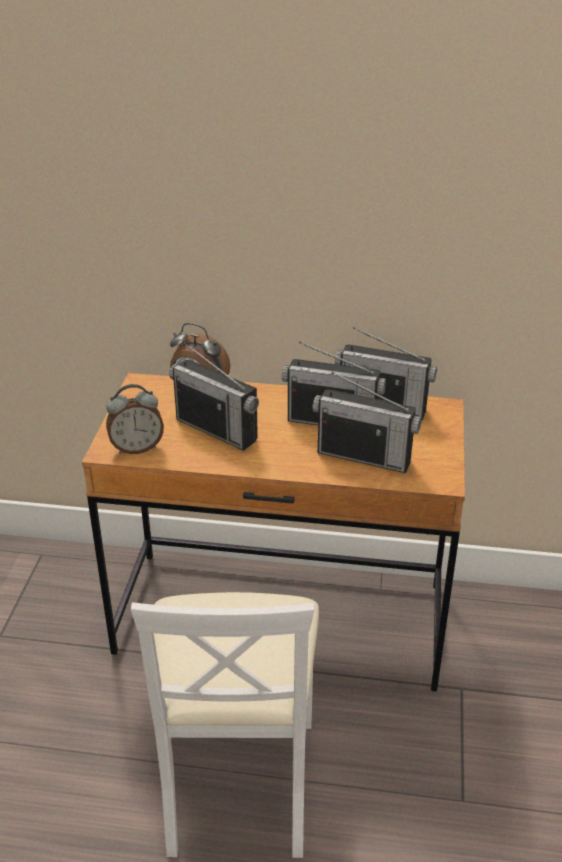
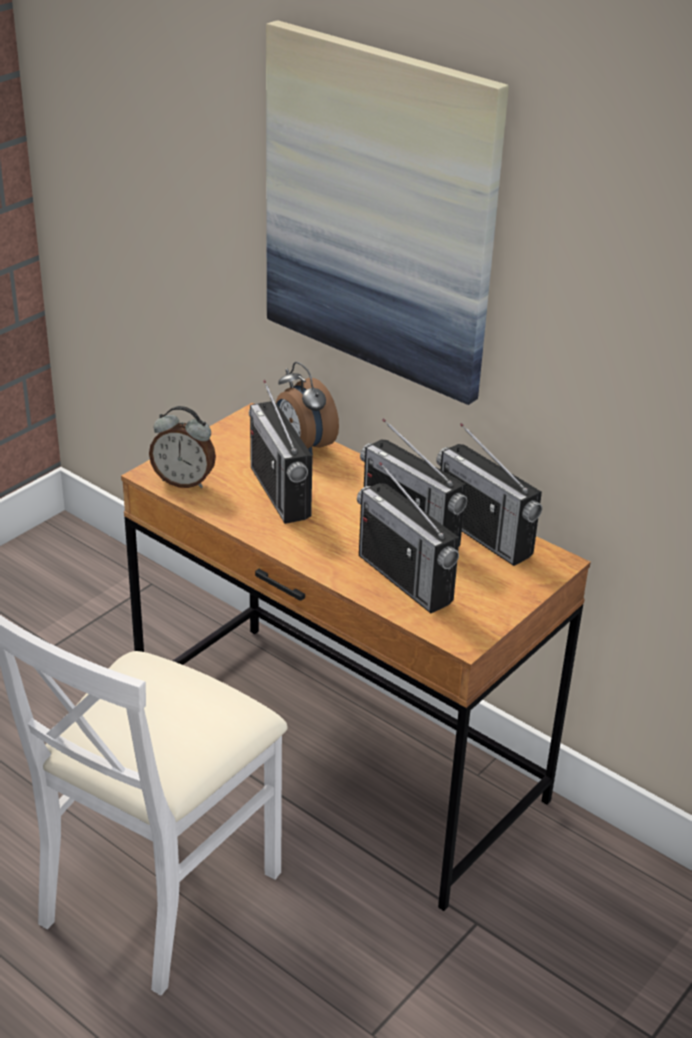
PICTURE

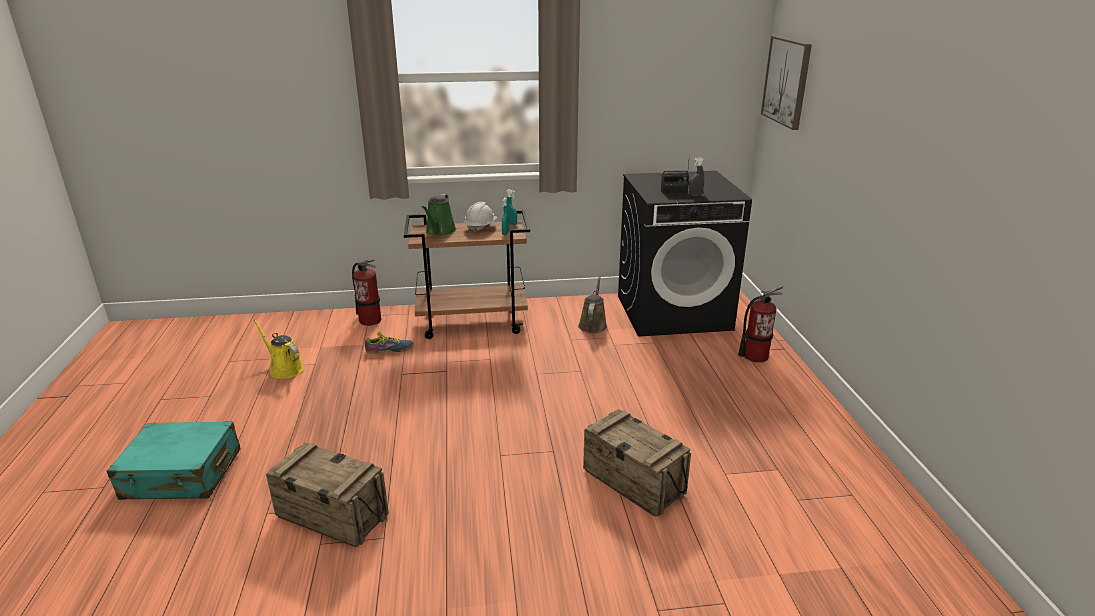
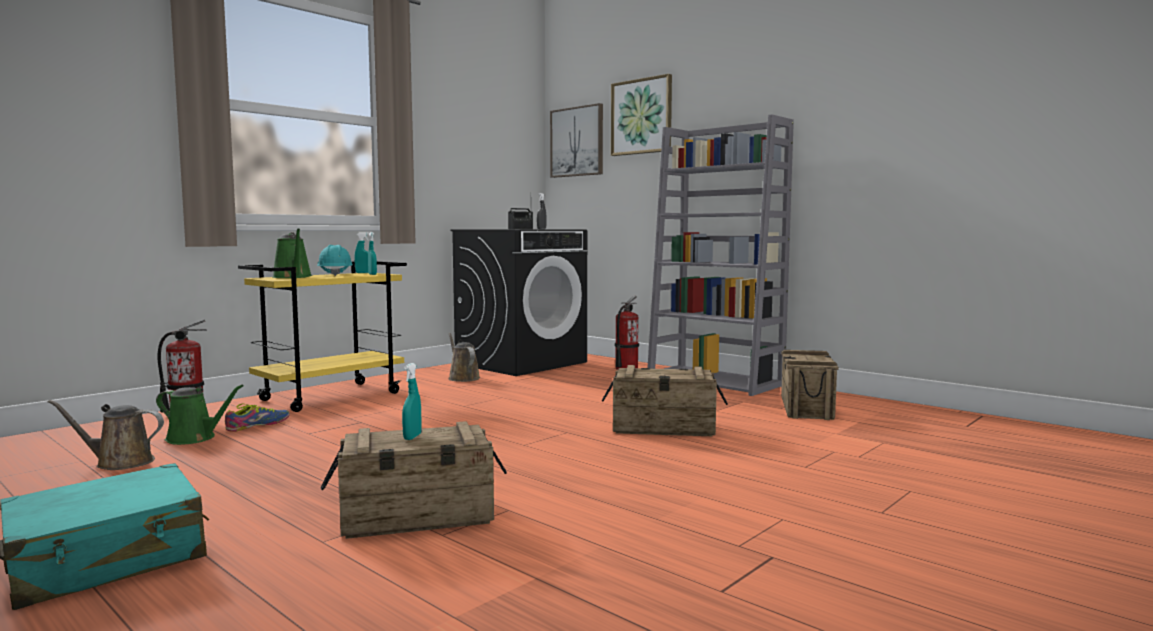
BROWN WATERING CAN (1st from left)
GREEN WATERING CAN (1st from left)
YELLOW CART
TURQUOISE HARD HAT
TURQUOISE SPRAY BOTTLE (3rd from left)
PICTURE (2nd from left)
GREY BOOKCASE
CRATE (3rd from left)

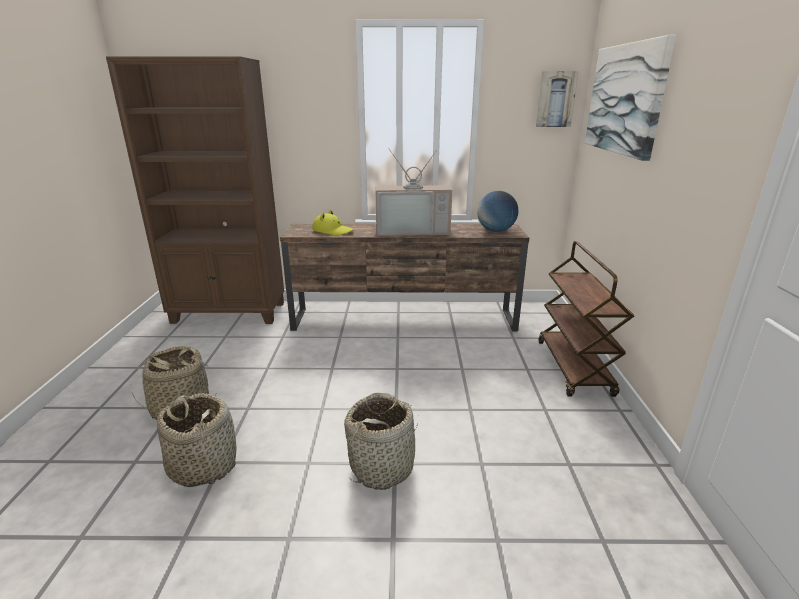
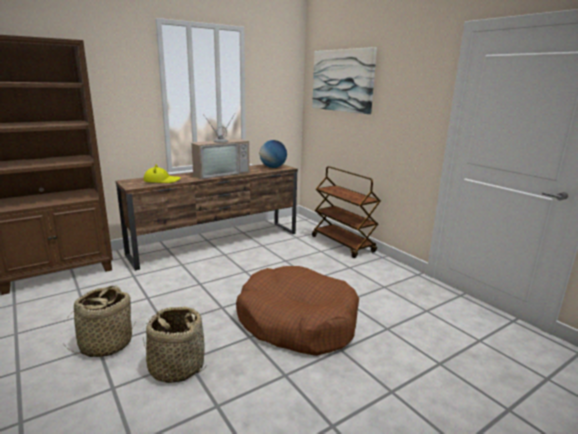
BROWN DOG BED
PICTURE (1st from left in the first image)

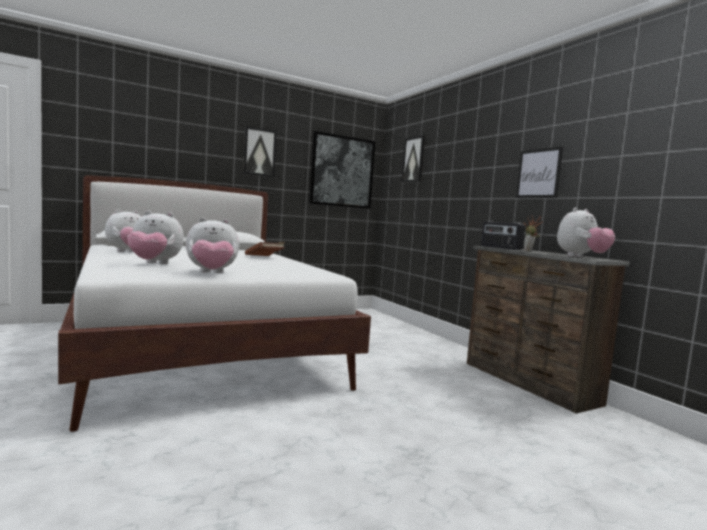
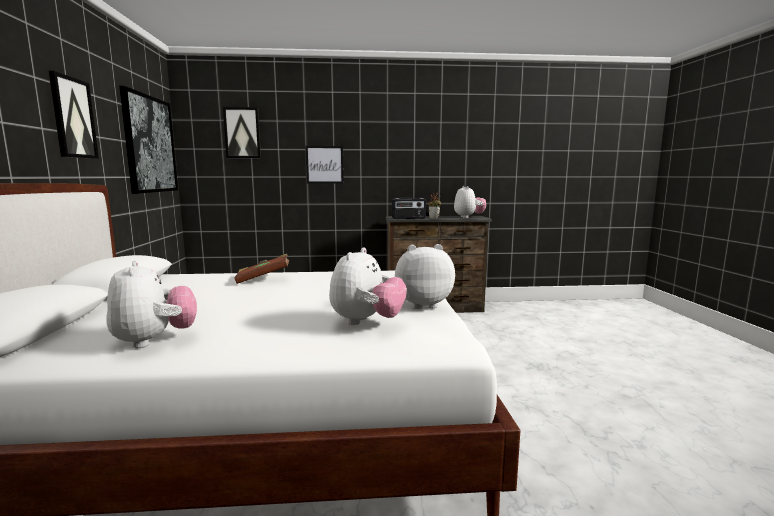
PICTURE (4th from left)
PLUSH TOY (3rd from left)

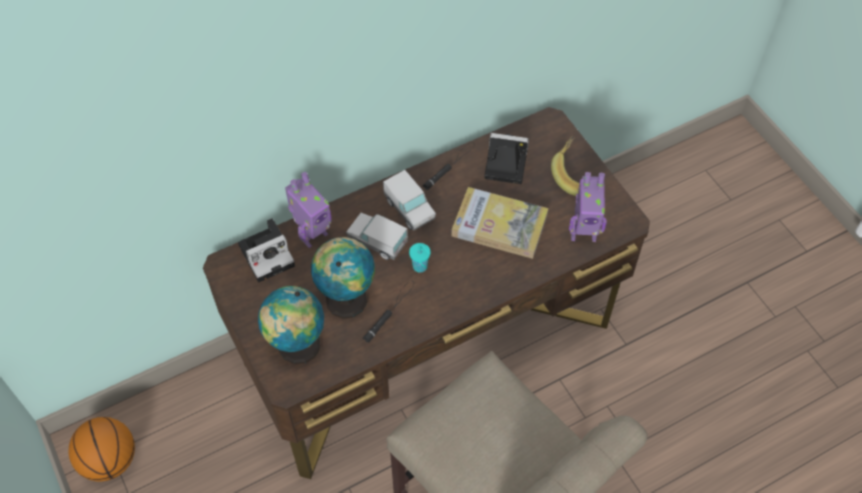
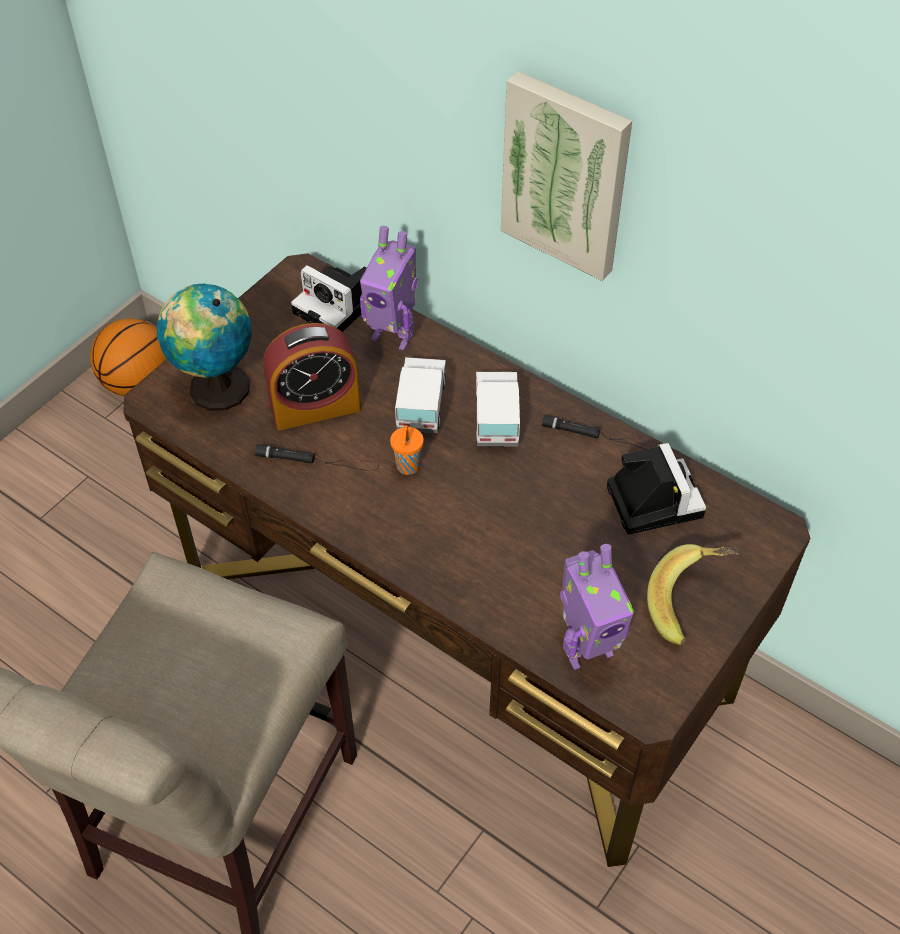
ALARM CLOCK
ORANGE CUP
TOY TRUCK (2nd from left)
PICTURE
TOY ROBOT (2nd from left)
BOOK

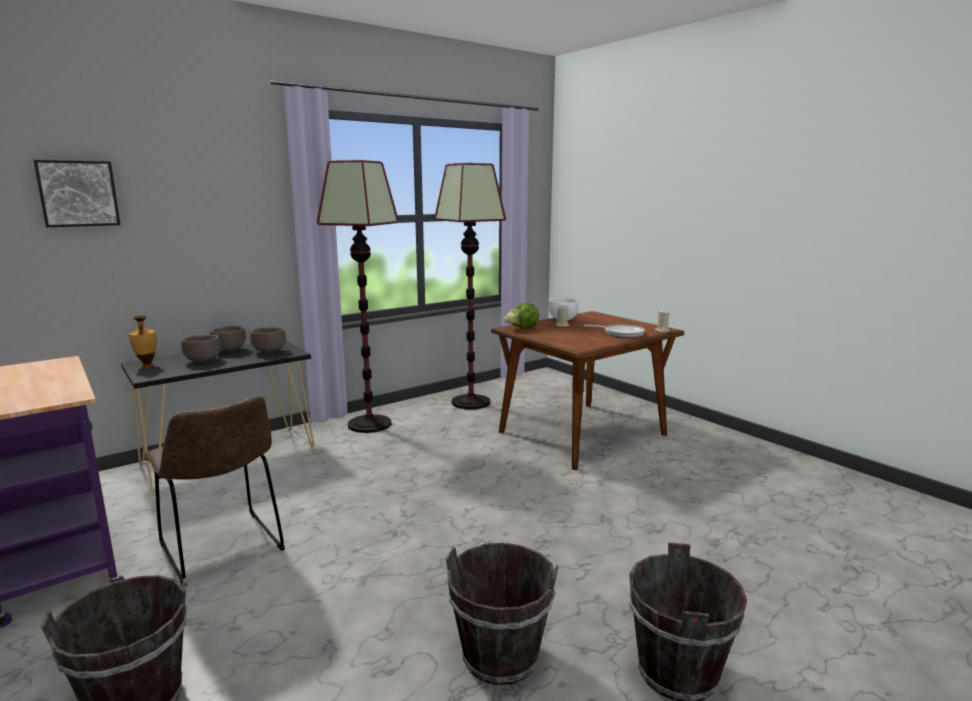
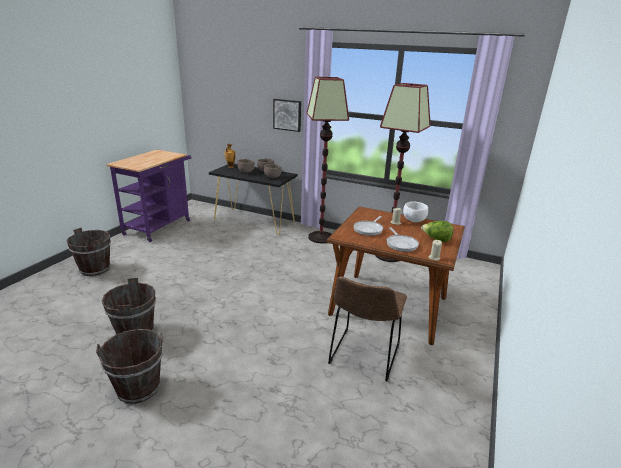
PICTURE
BROWN CHAIR
FRYING PAN (1st from left)
LETTUCE

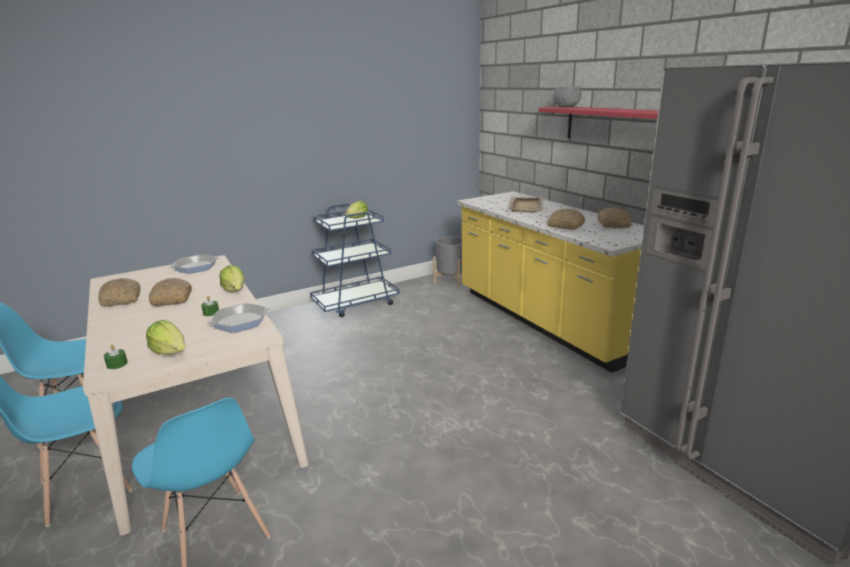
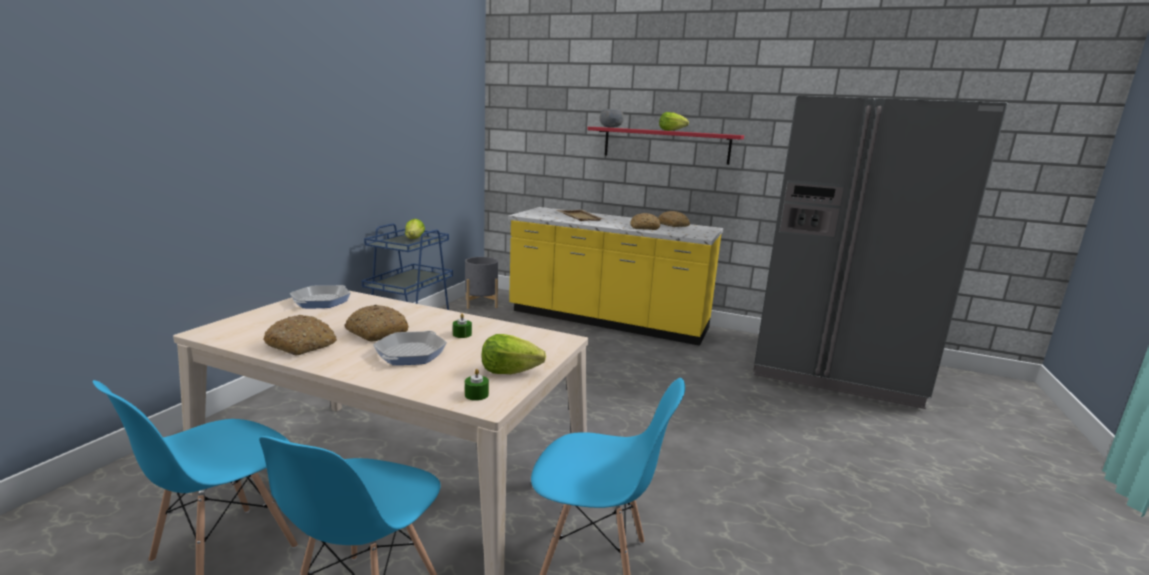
FRYING PAN (2nd from left)
LETTUCE (3rd from left)

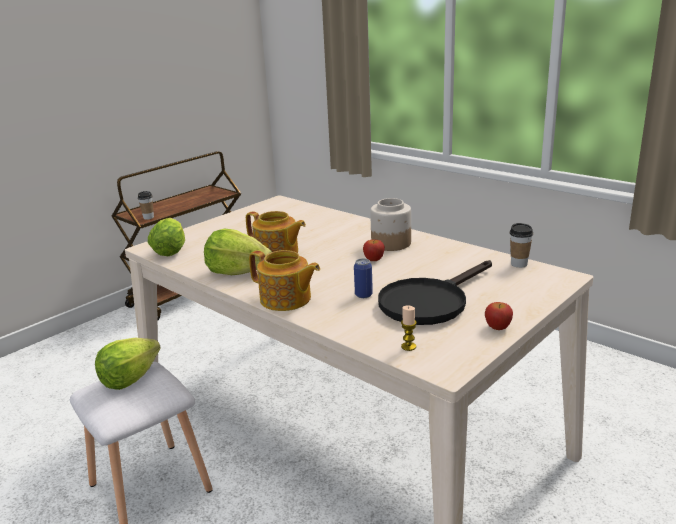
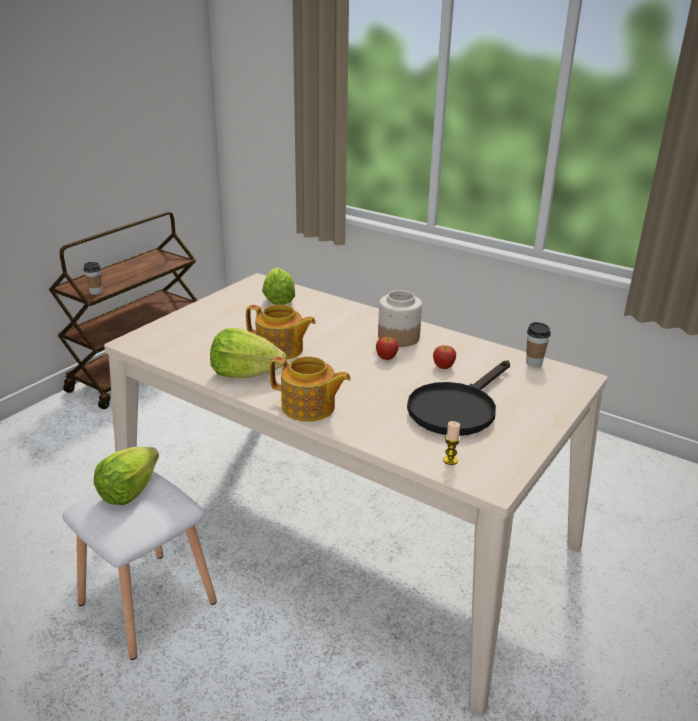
LETTUCE (3rd from left)
APPLE (2nd from left)
CAN

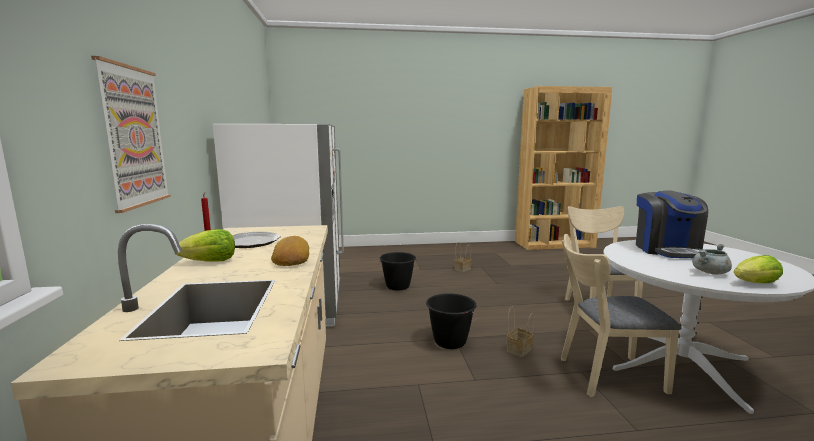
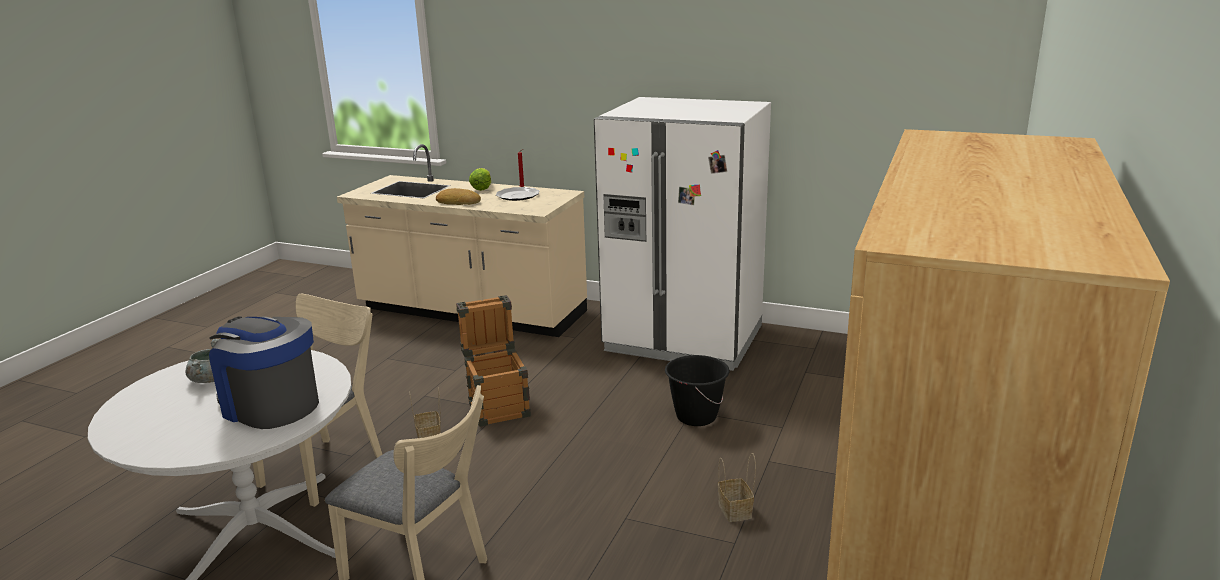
CRATE
PICTURE
LETTUCE (2nd from left in the first image)

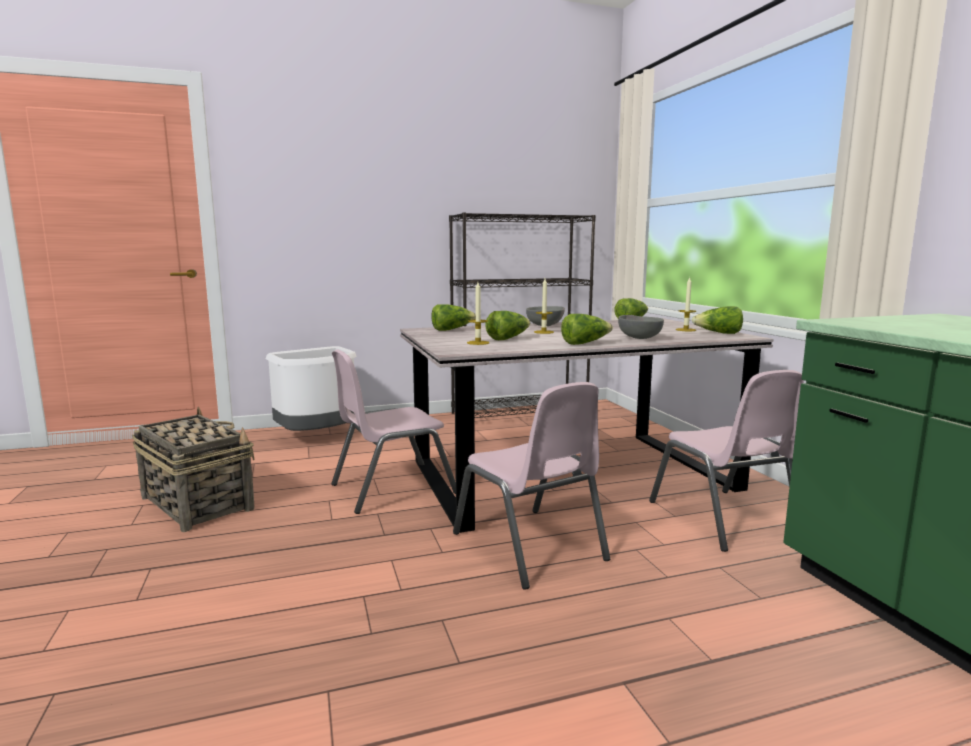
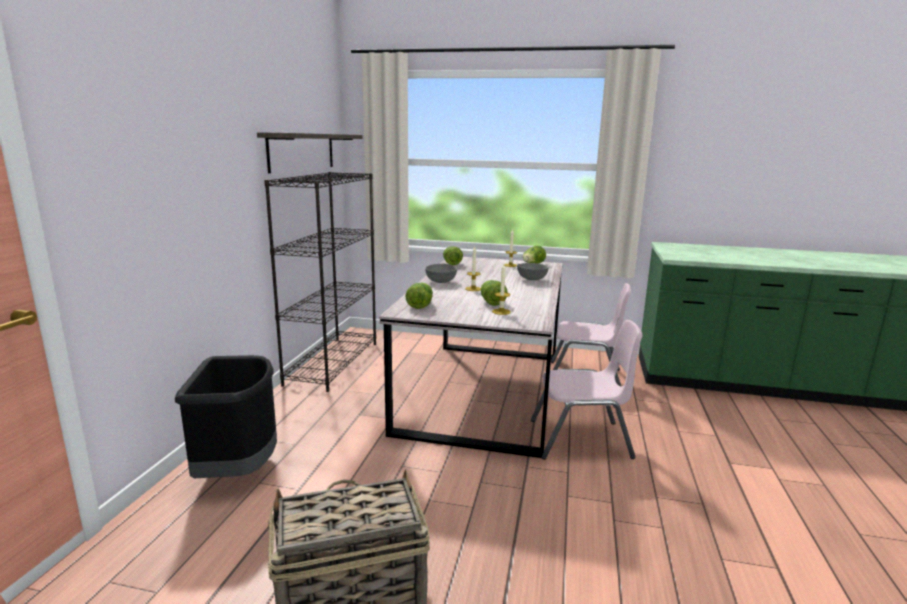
BLACK TRASH CAN
SHELF
PINK CHAIR (1st from left in the first image)
LETTUCE (3rd from left in the first image)

